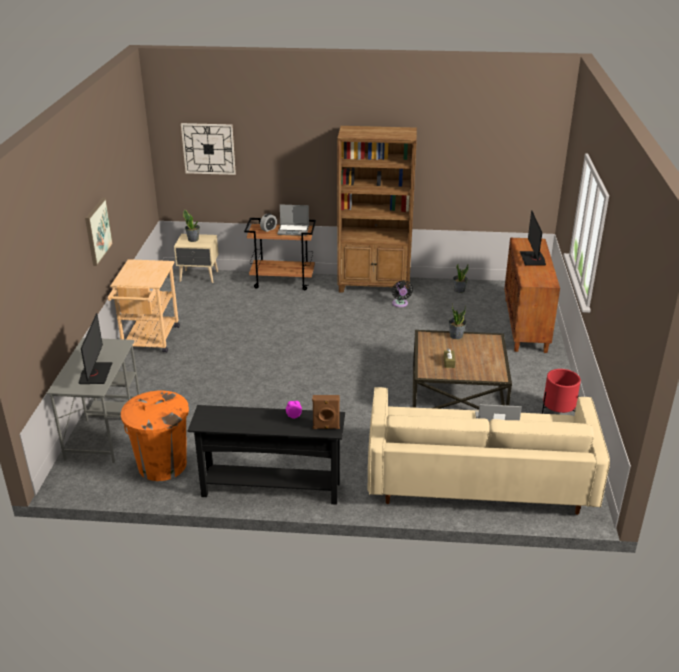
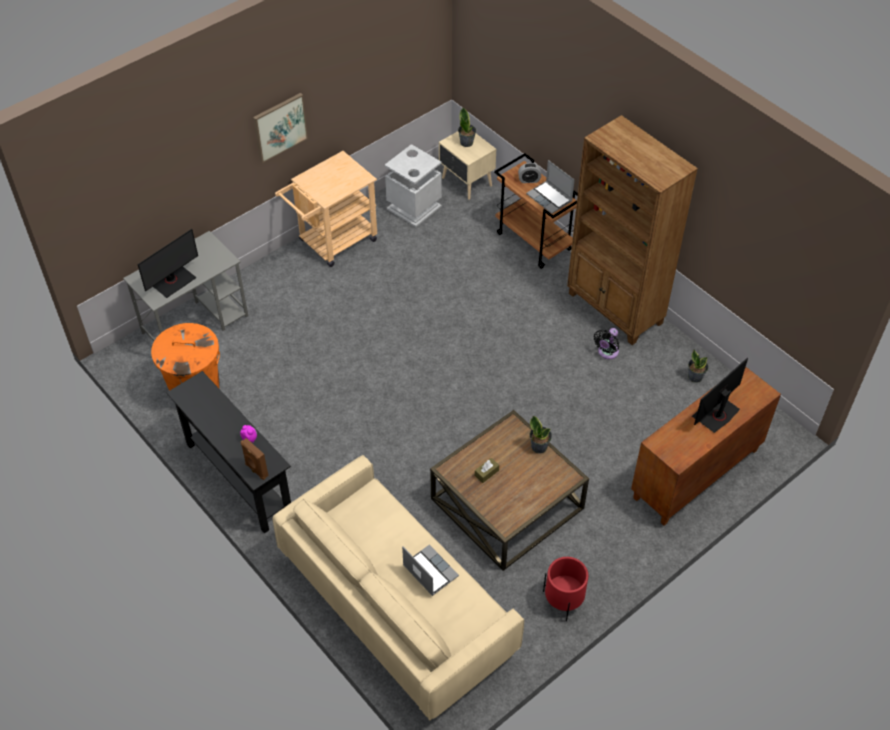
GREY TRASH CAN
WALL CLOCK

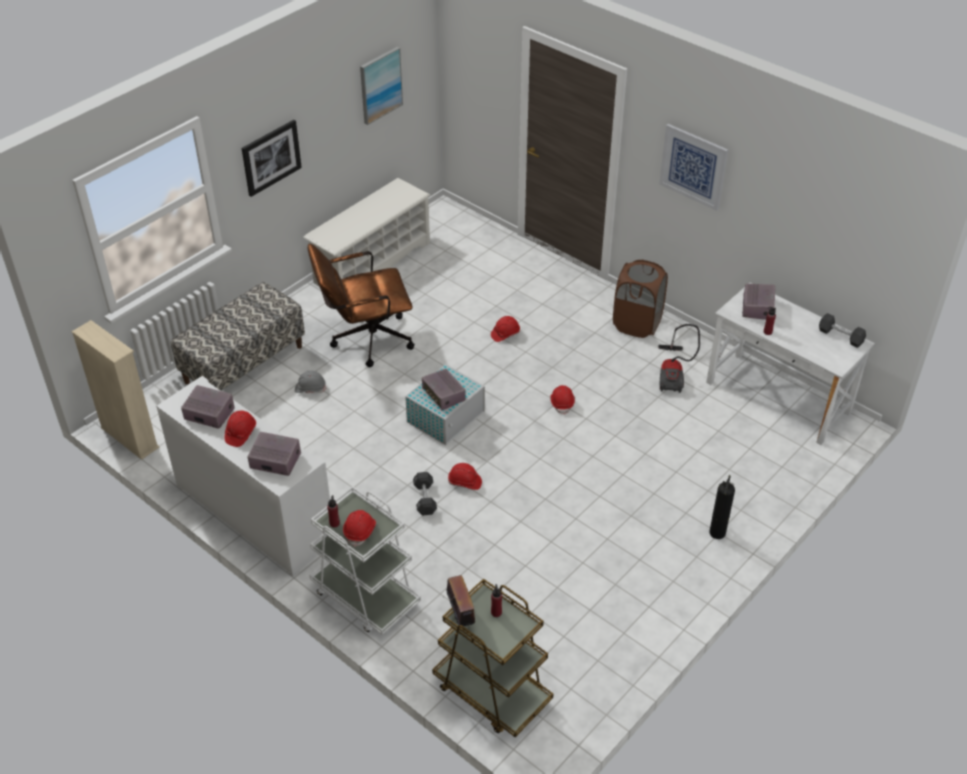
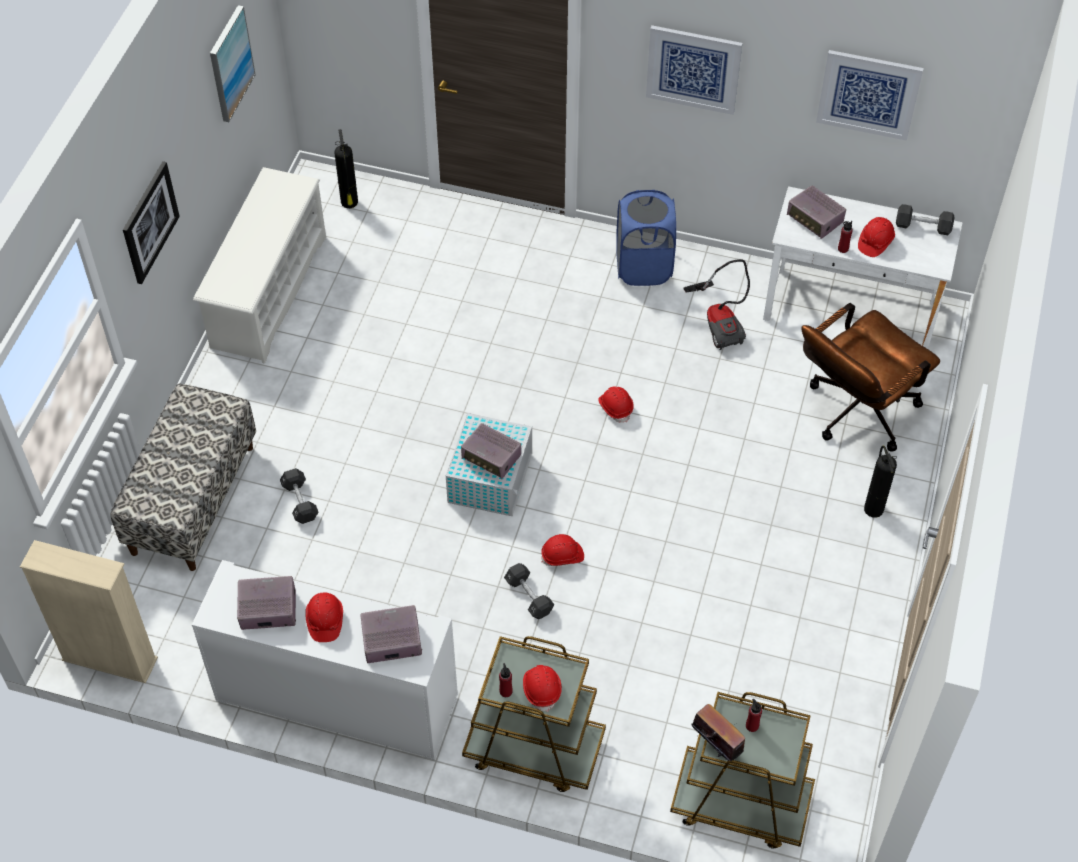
BLACK DUMBBELL (1st from left)
FIRE EXTINGUISHER (1st from left)
BROWN CART (1st from left)
BLUE LAUNDRY BASKET
RADIO (5th from left)
BROWN OFFICE CHAIR
PICTURE (4th from left)
RED HARD HAT (5th from left)

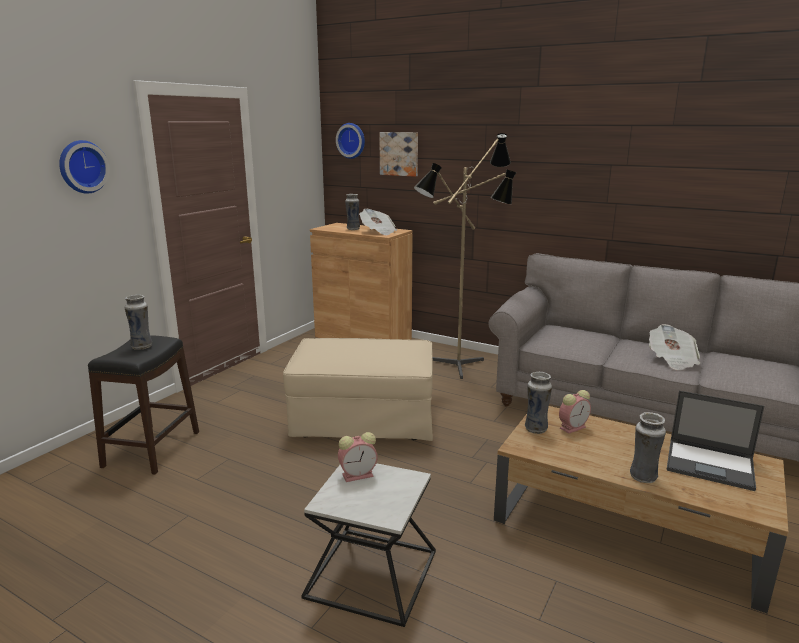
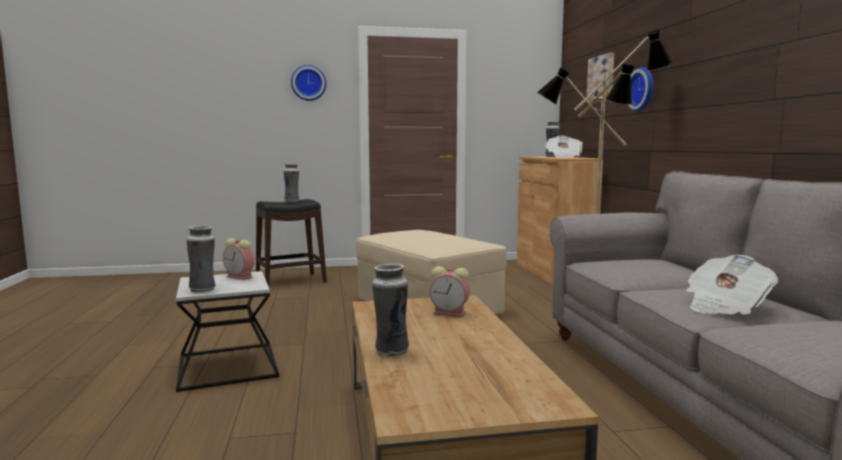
VASE (1st from left)
WALL CLOCK (2nd from left)
LAPTOP

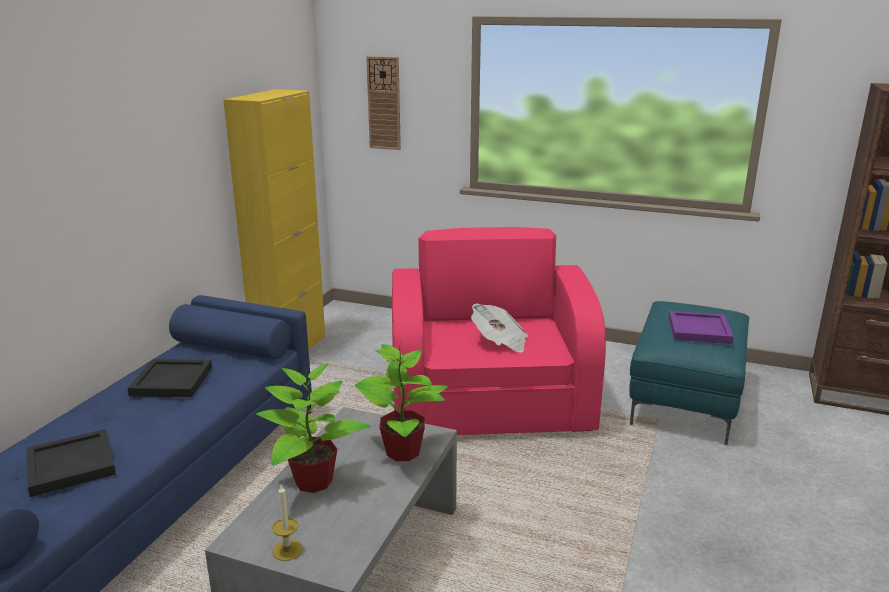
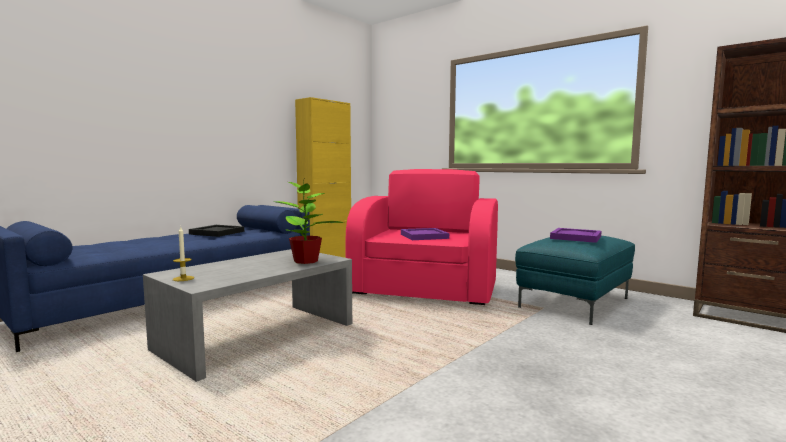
PURPLE TRAY (1st from left)
BLACK TRAY (1st from left in the first image)
POTTED PLANT (1st from left in the first image)
WALL CLOCK

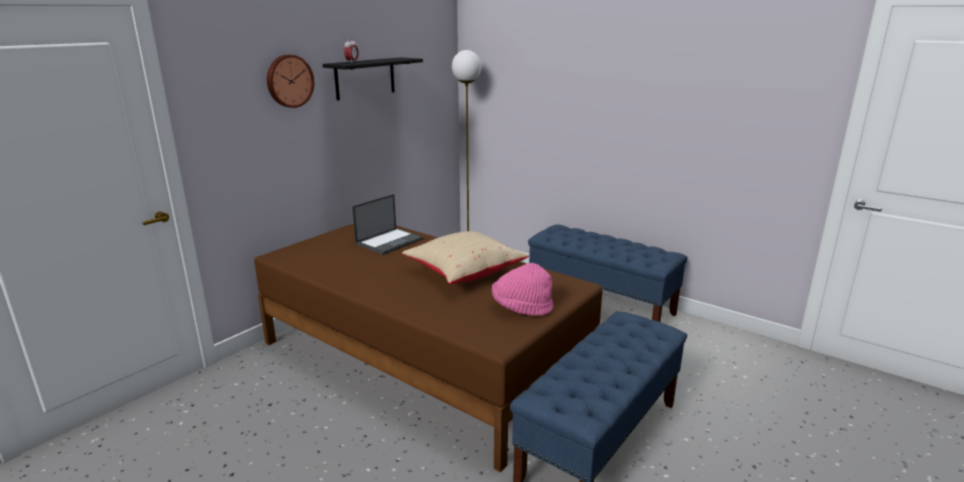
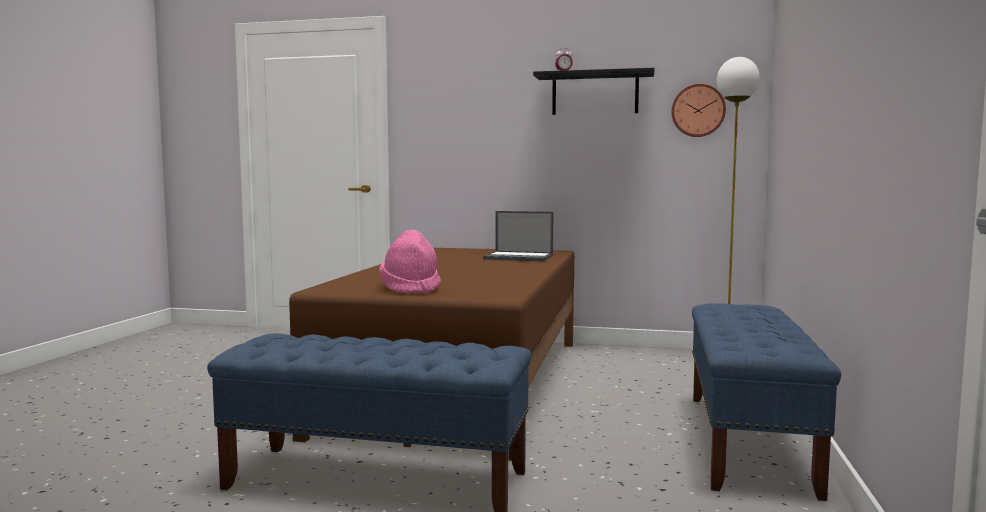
WALL CLOCK
BEIGE PILLOW

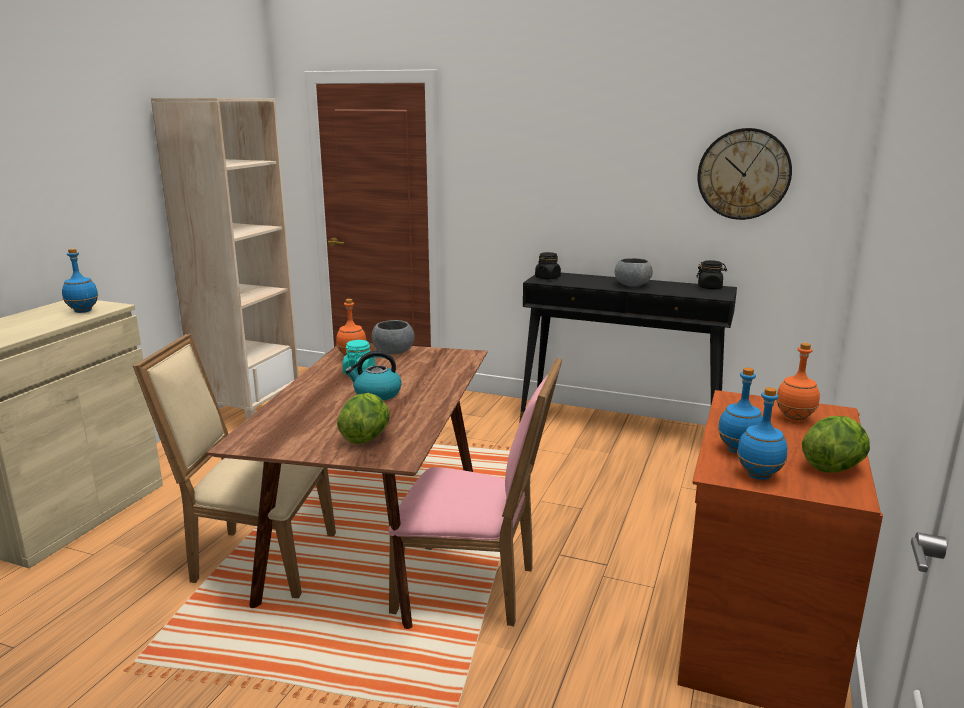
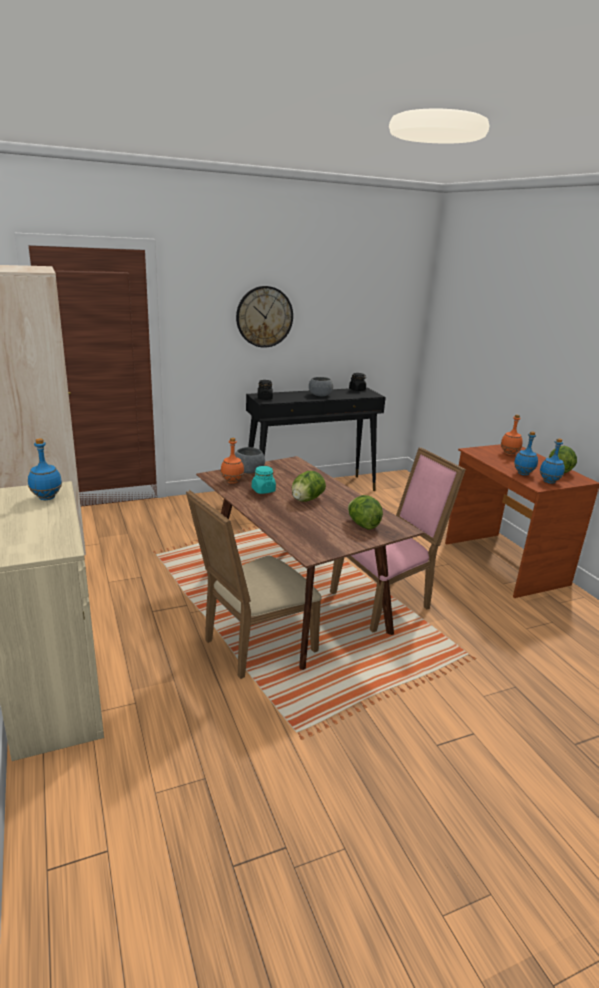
WALL CLOCK
LETTUCE (1st from left)

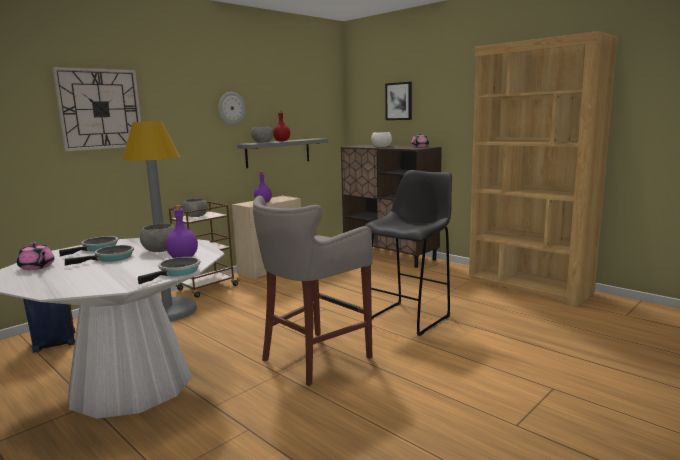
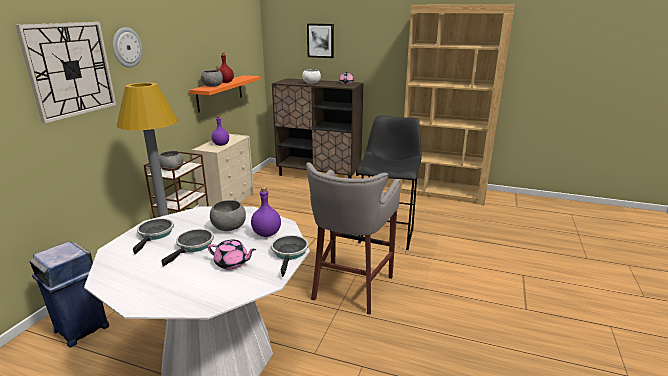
WALL CLOCK (2nd from left)
ORANGE SHELF
PINK TEAPOT (1st from left)

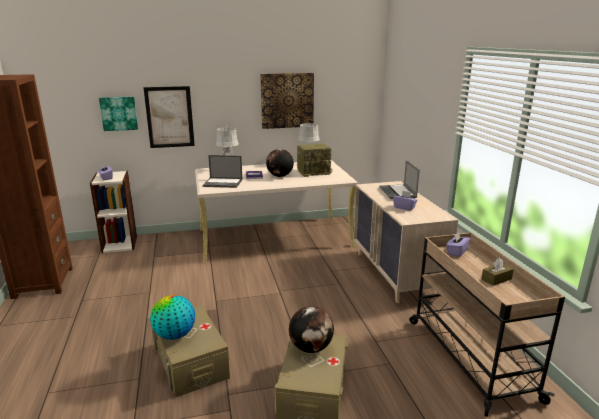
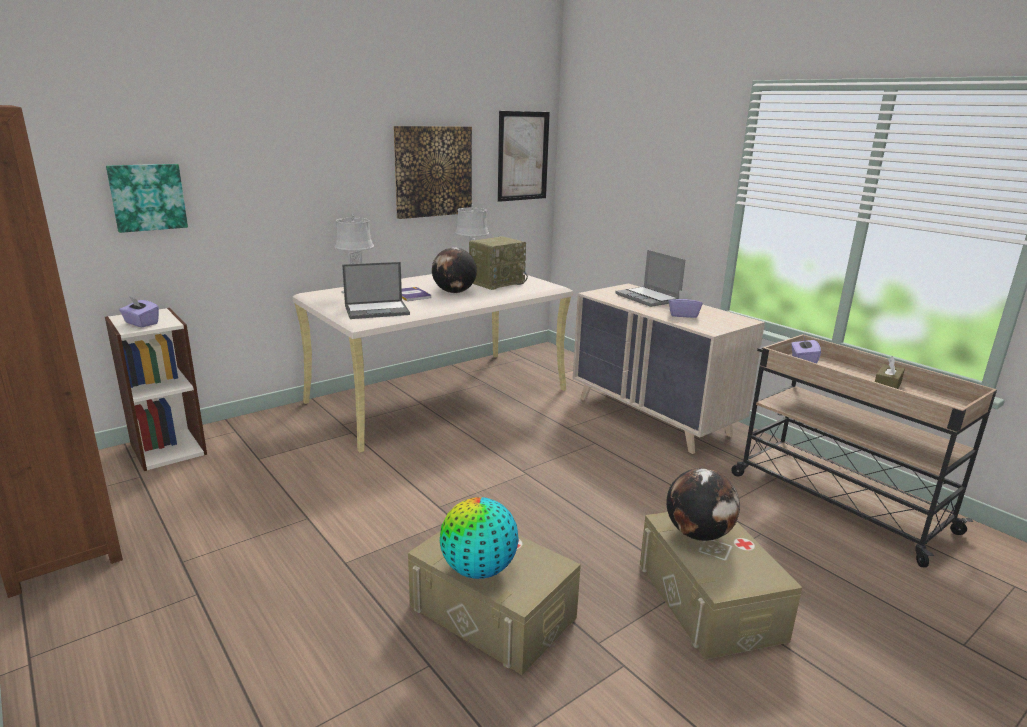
PICTURE (3rd from left)

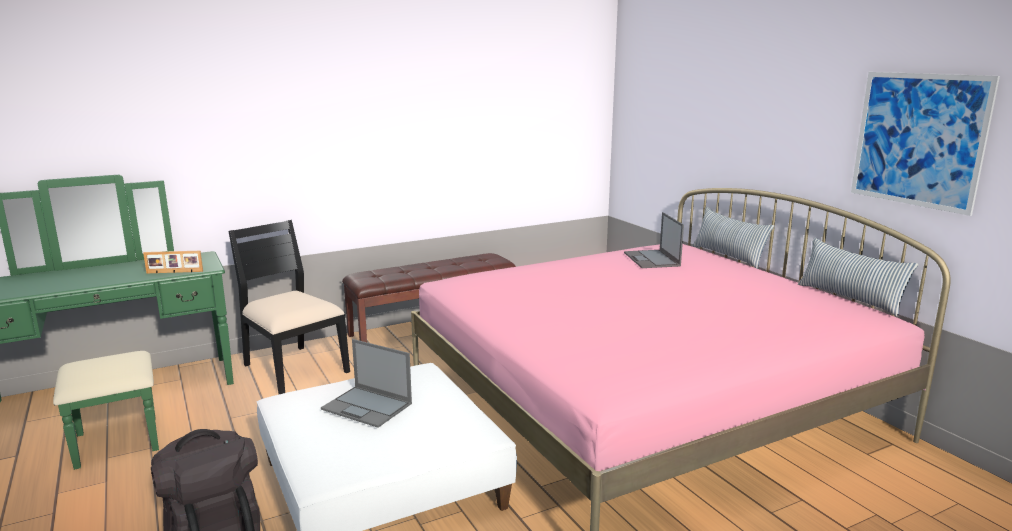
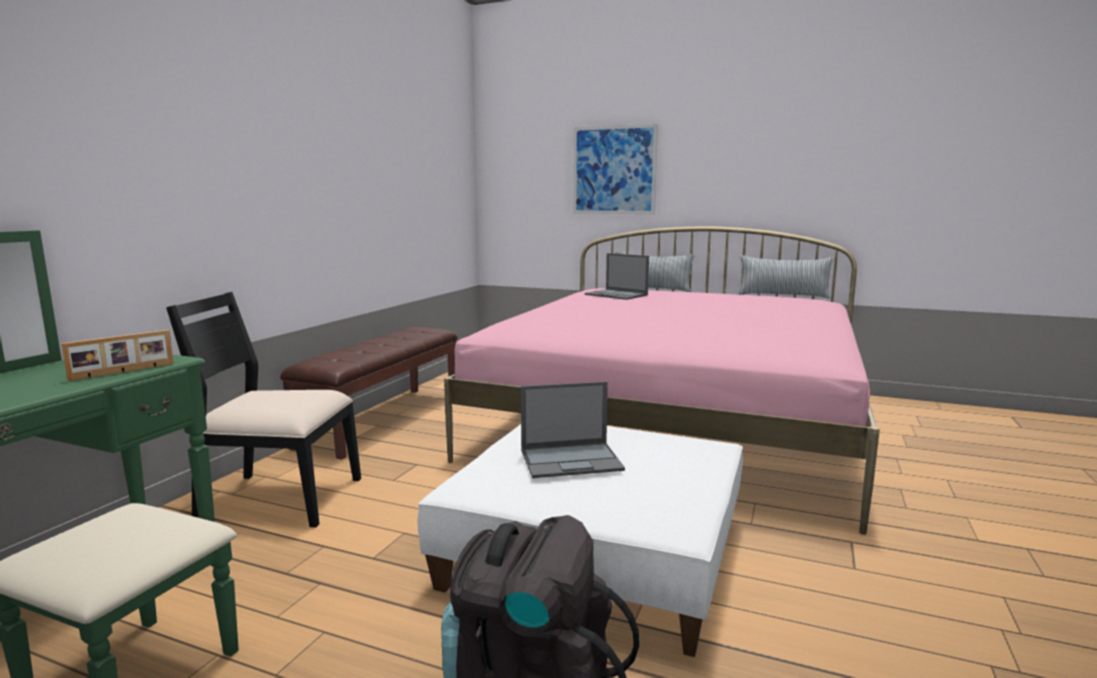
PICTURE

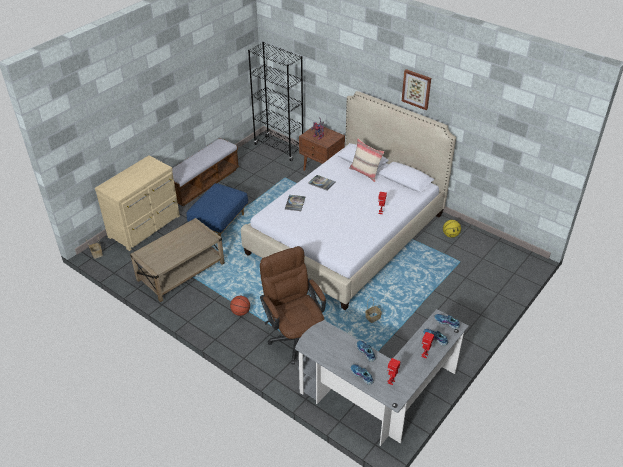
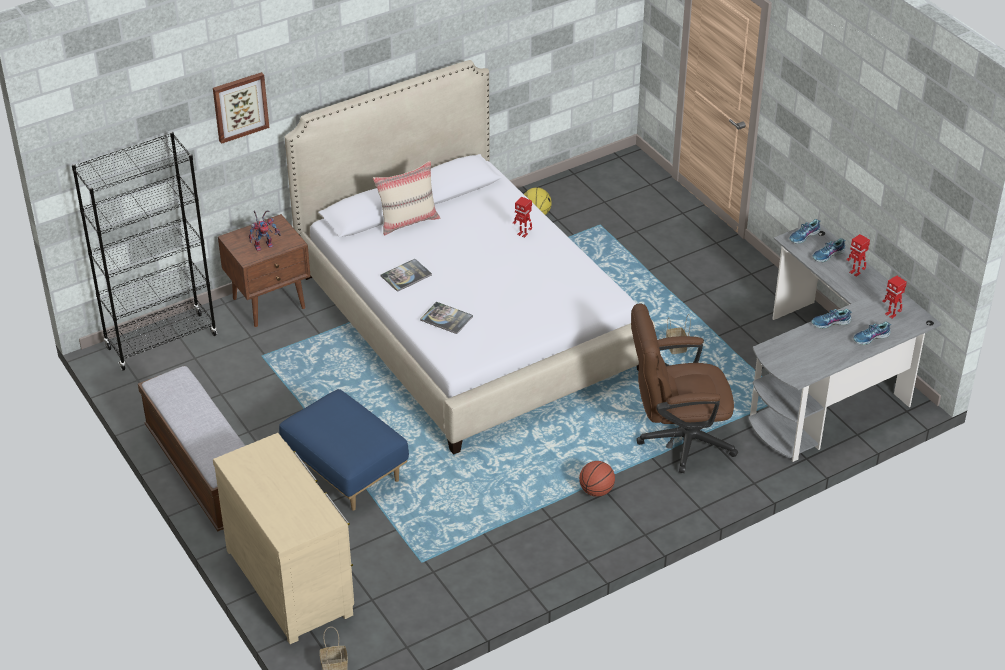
PICTURE
BEIGE COFFEE TABLE

